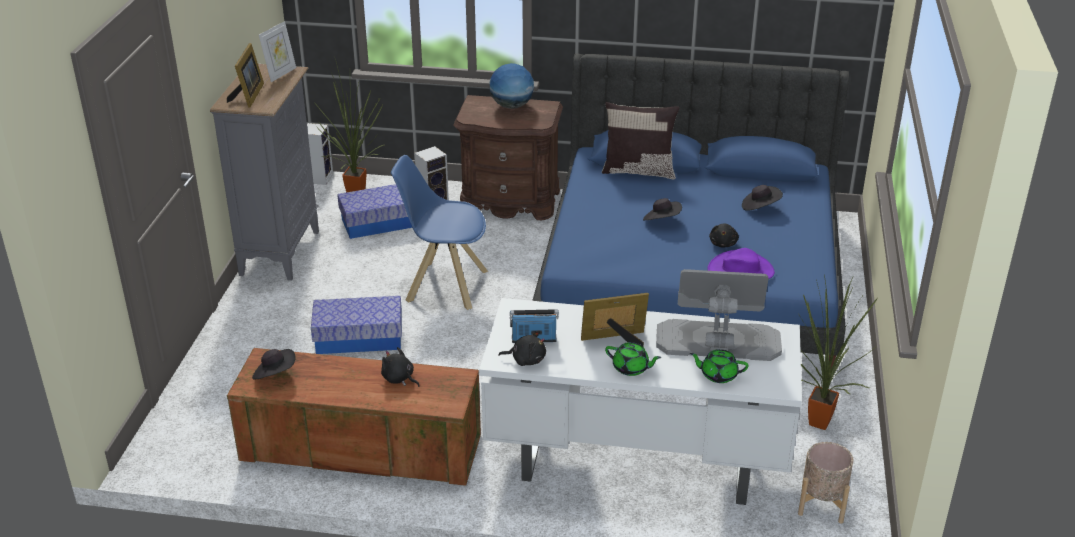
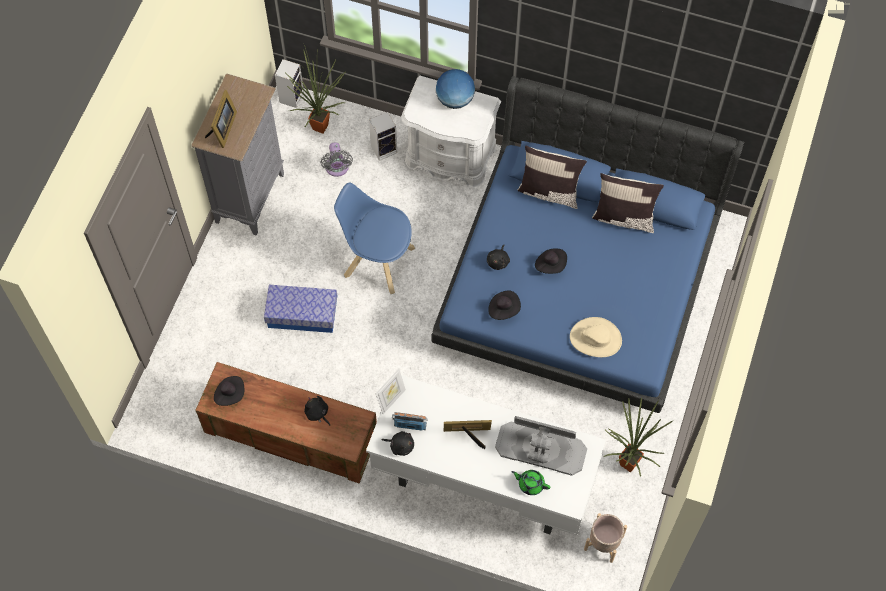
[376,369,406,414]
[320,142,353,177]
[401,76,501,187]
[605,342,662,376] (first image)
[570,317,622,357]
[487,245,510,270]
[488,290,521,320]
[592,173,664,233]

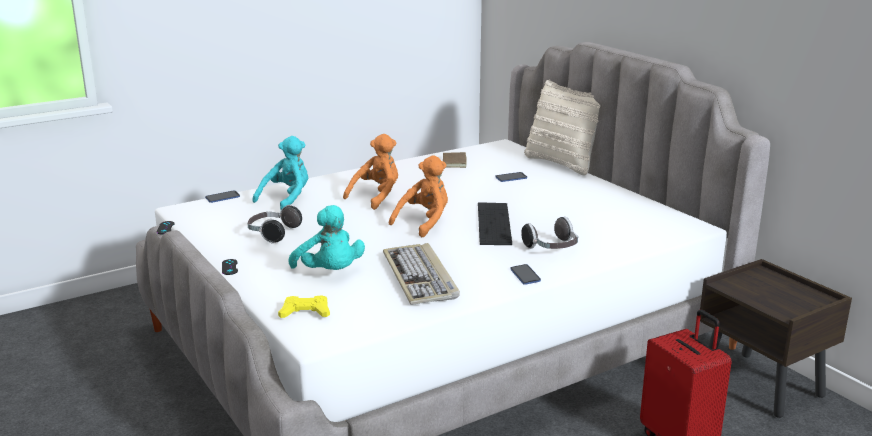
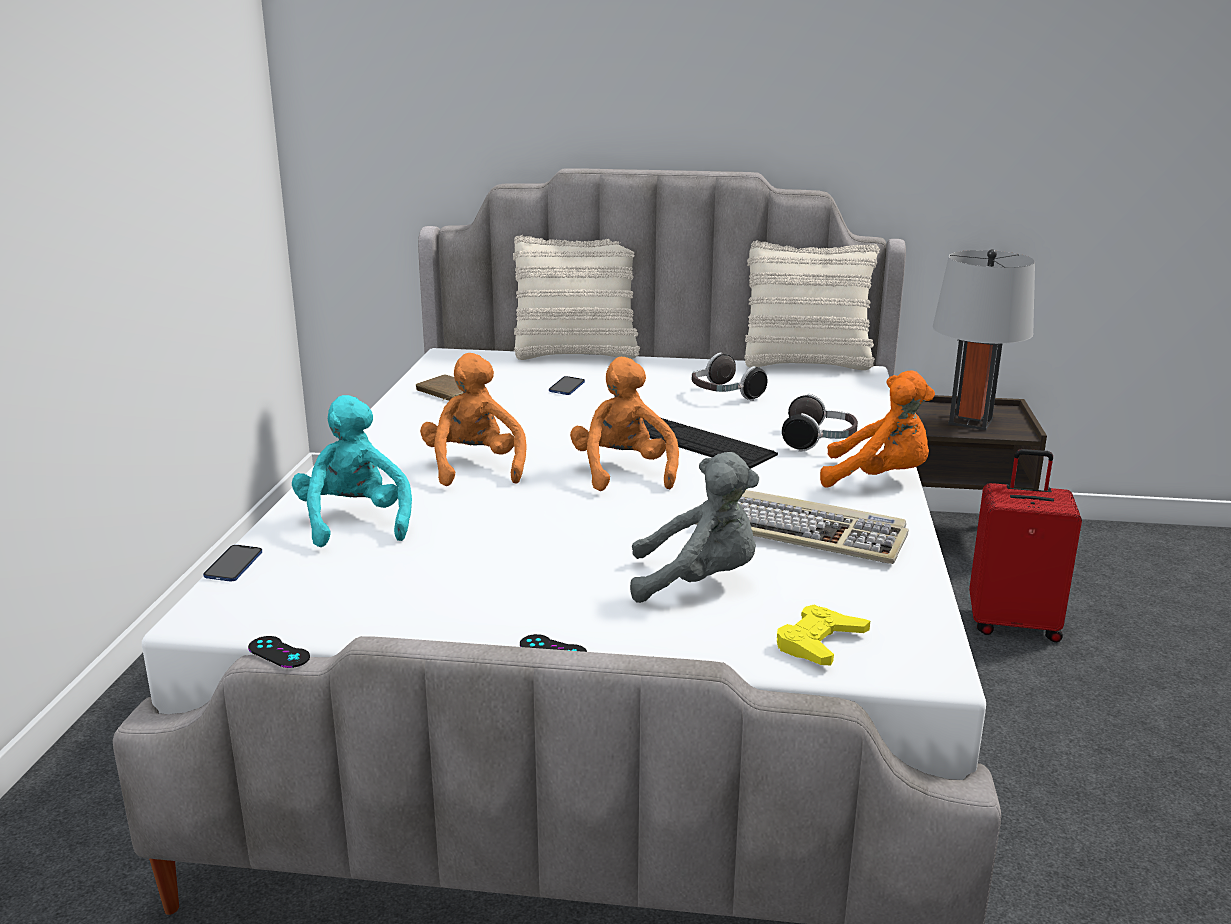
[692,352,768,401]
[630,452,759,603]
[820,371,935,488]
[744,240,880,370]
[932,249,1035,430]

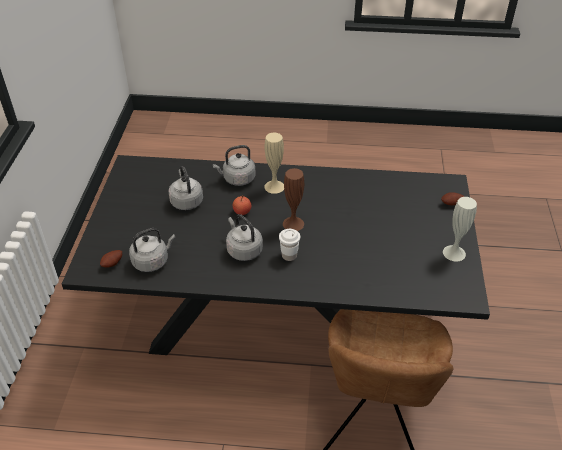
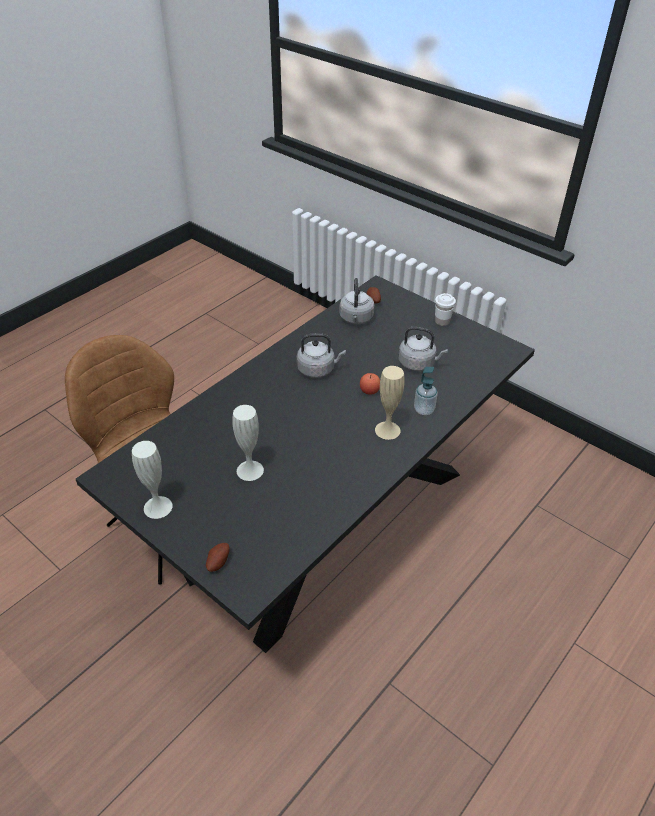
[414,367,437,415]
[435,293,456,326]
[283,168,304,231] (first image)
[232,405,264,481]

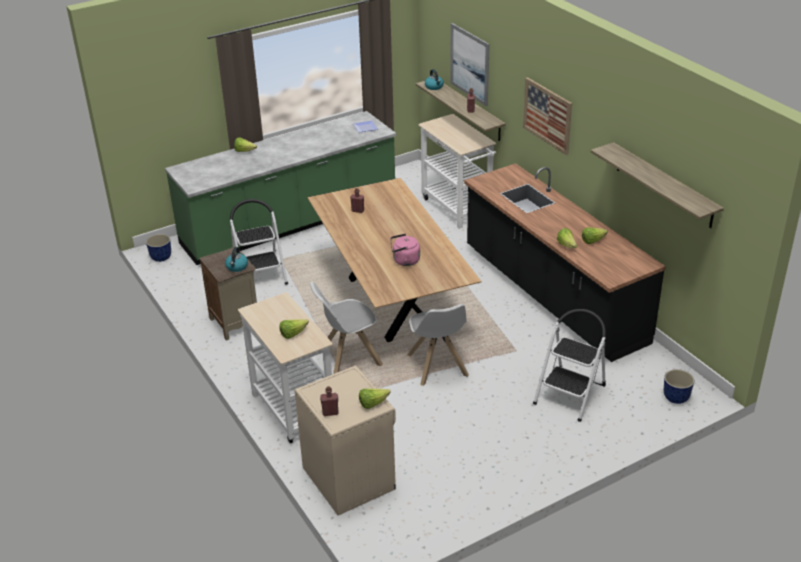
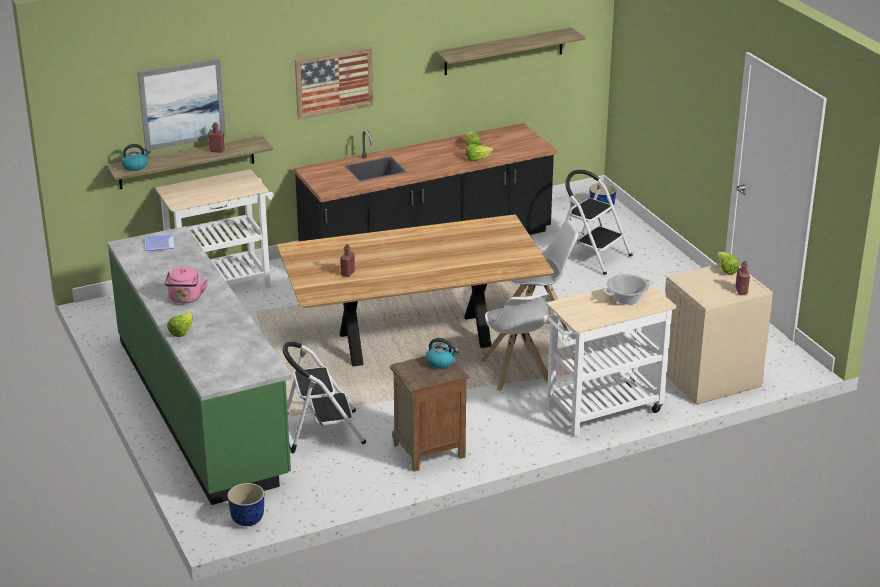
[603,274,652,305]
[165,267,208,304]

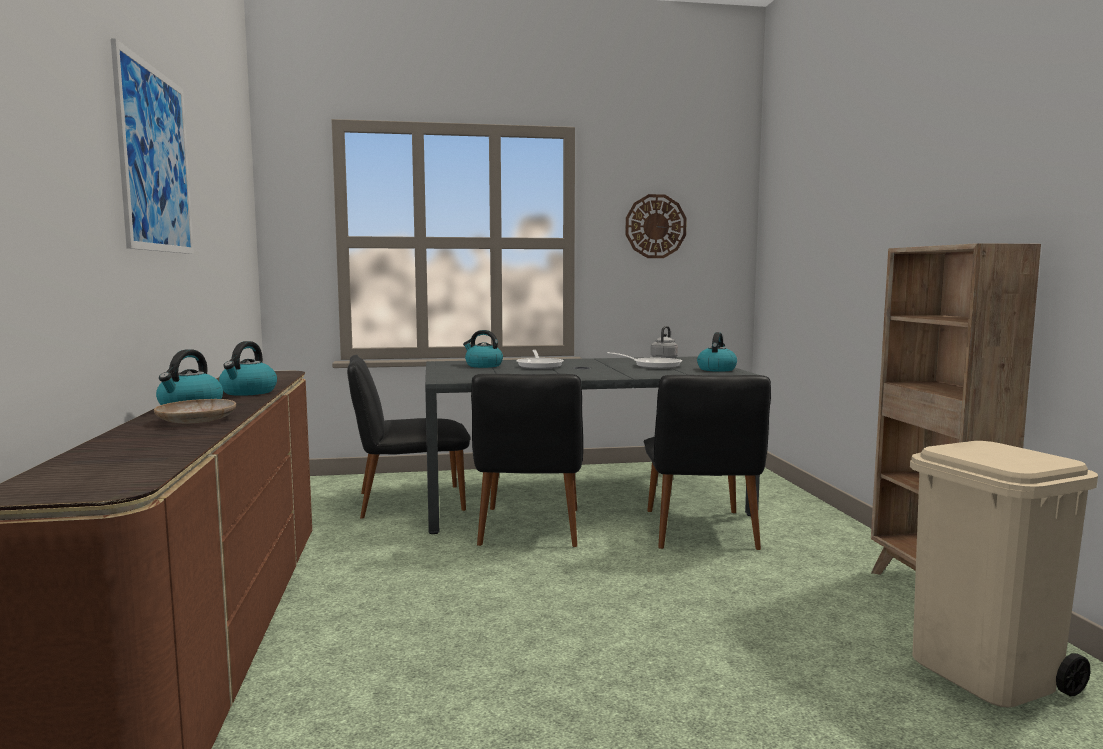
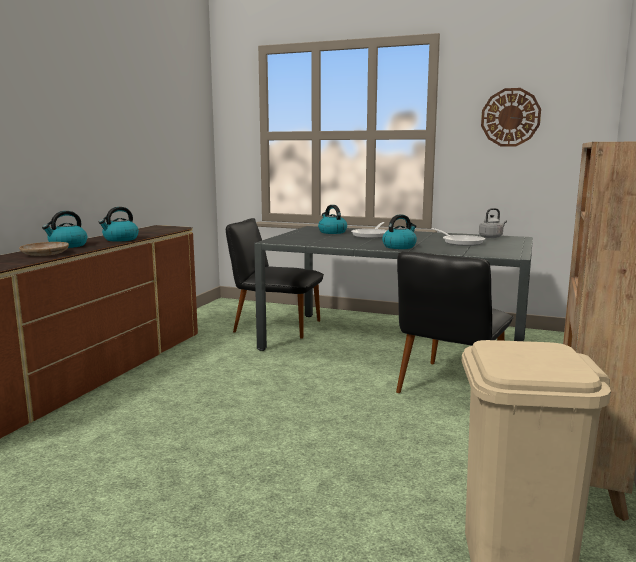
[111,38,194,254] (first image)
[471,374,583,547] (first image)
[382,214,417,249]

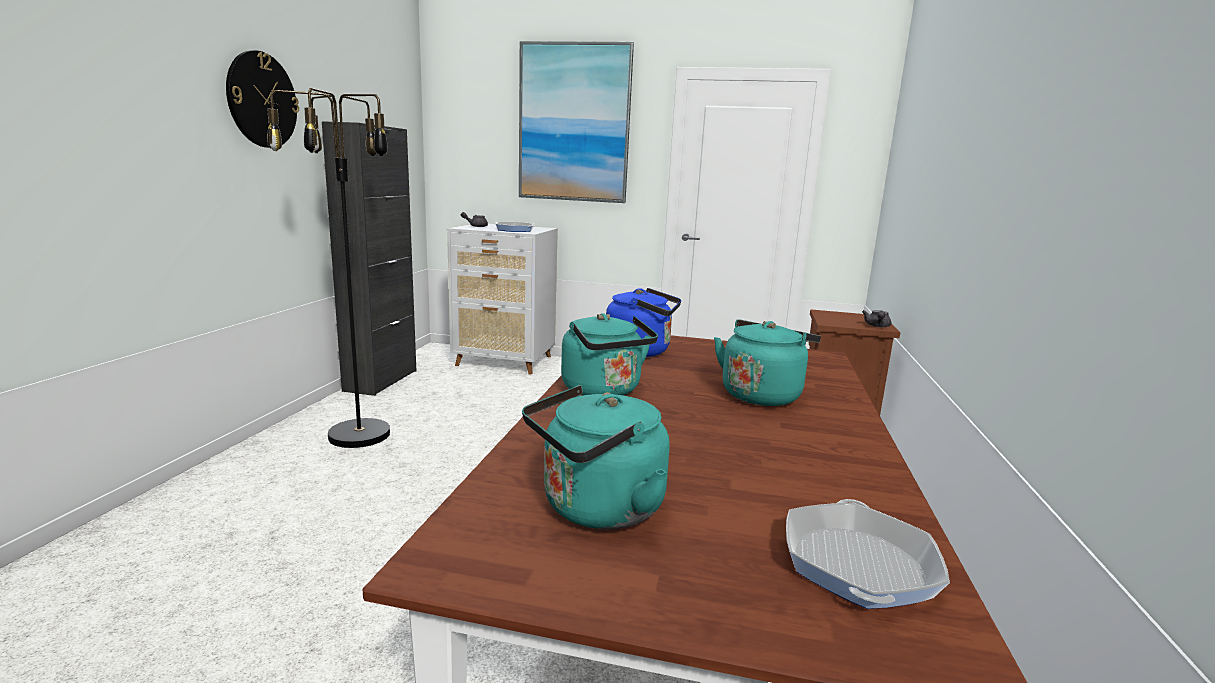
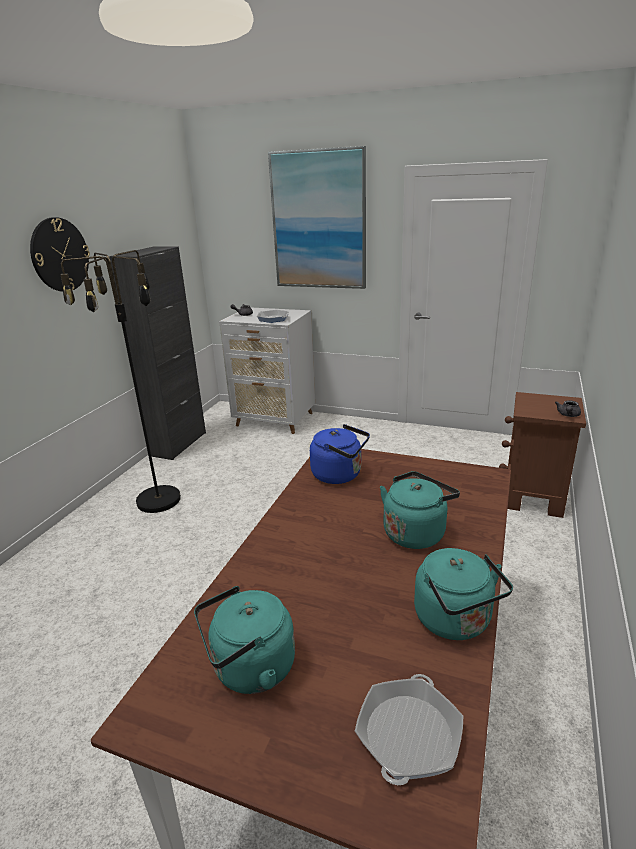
[414,548,513,640]

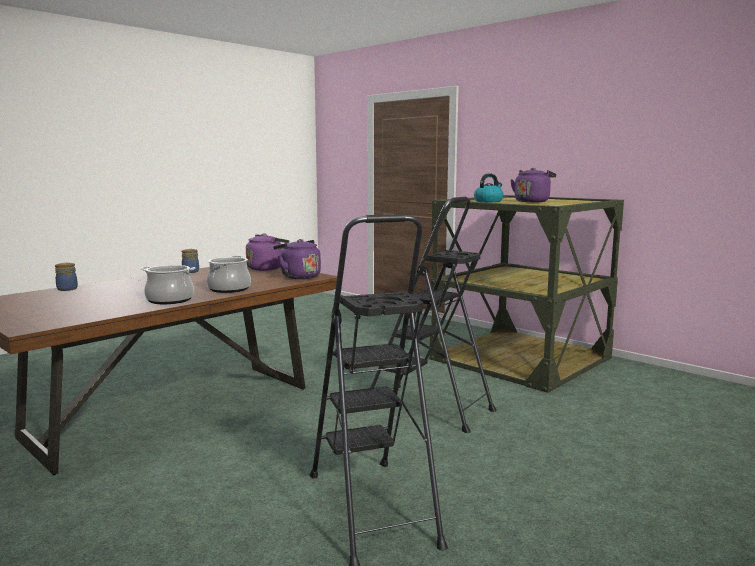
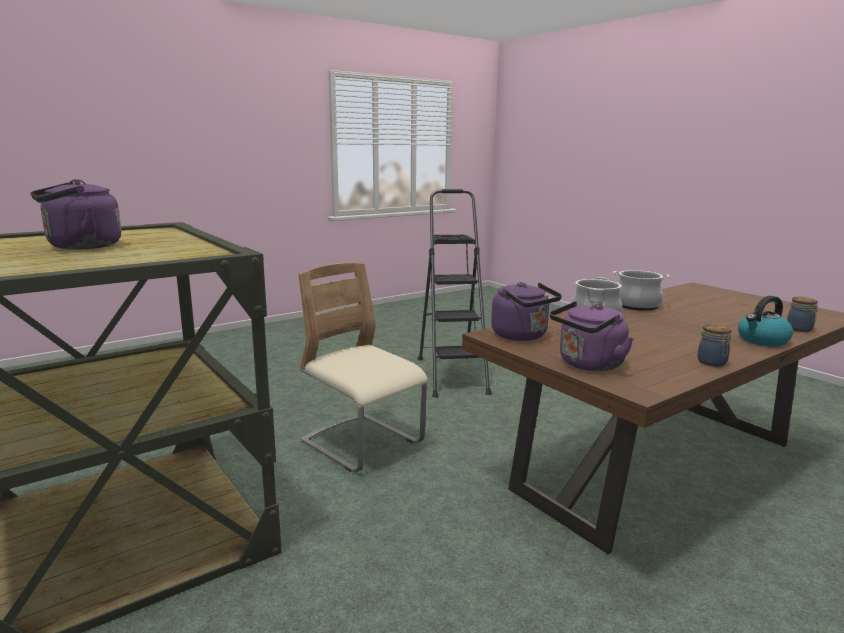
[299,263,428,472]
[738,296,793,347]

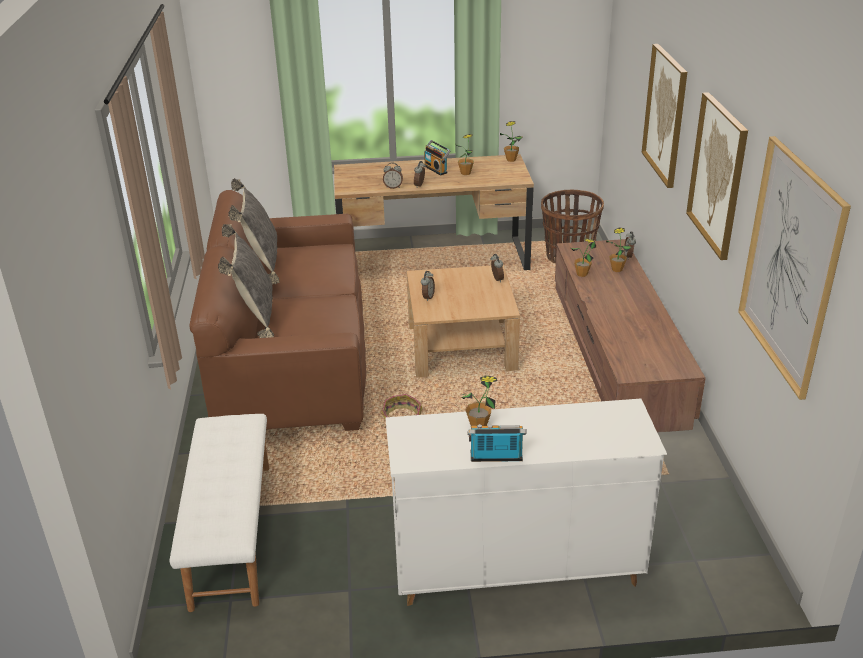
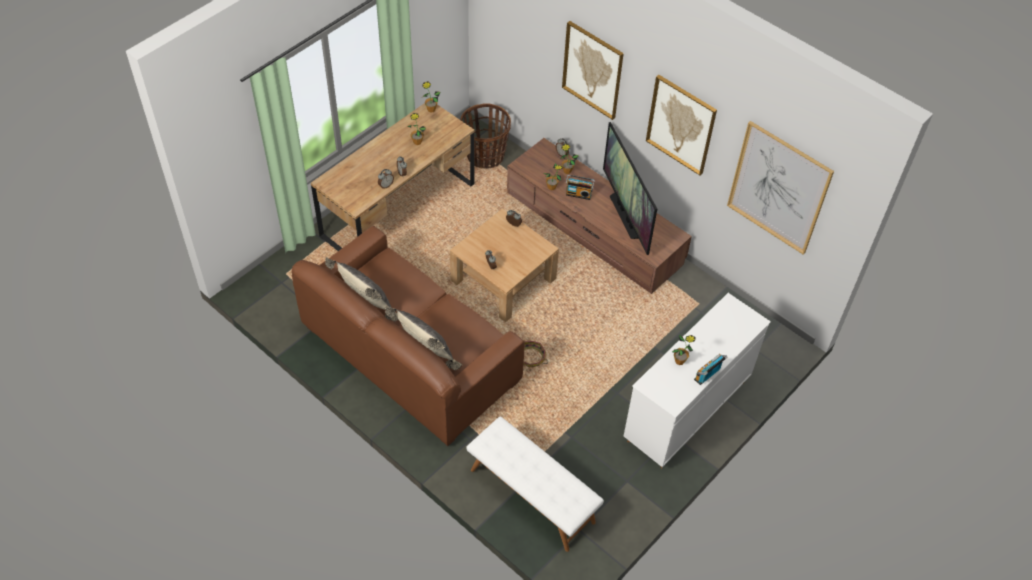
[566,175,595,200]
[603,122,657,255]

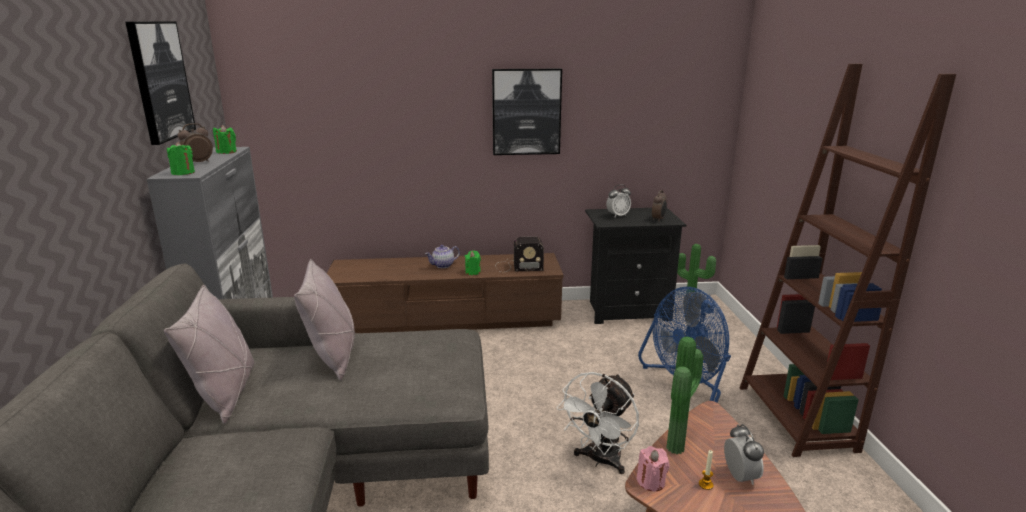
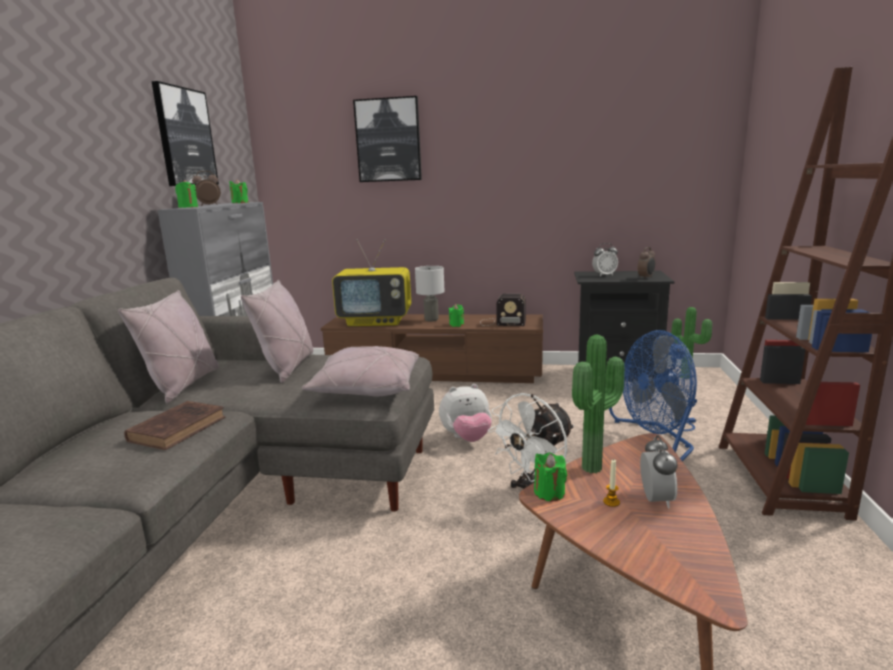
[415,266,445,322]
[353,96,422,182]
[534,453,567,501]
[124,401,225,450]
[302,346,419,396]
[332,239,411,326]
[439,384,492,442]

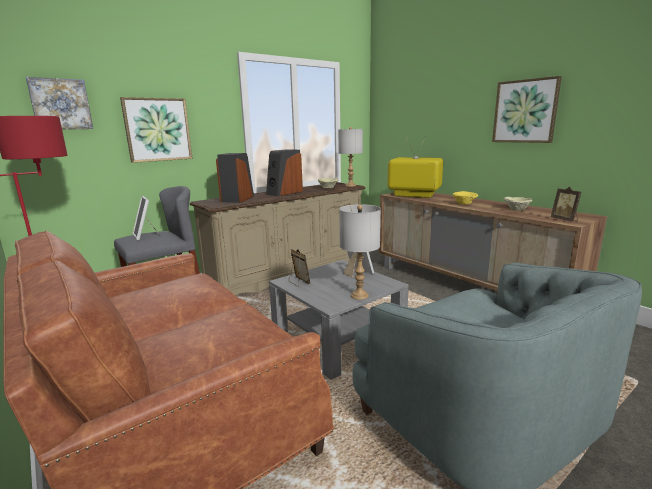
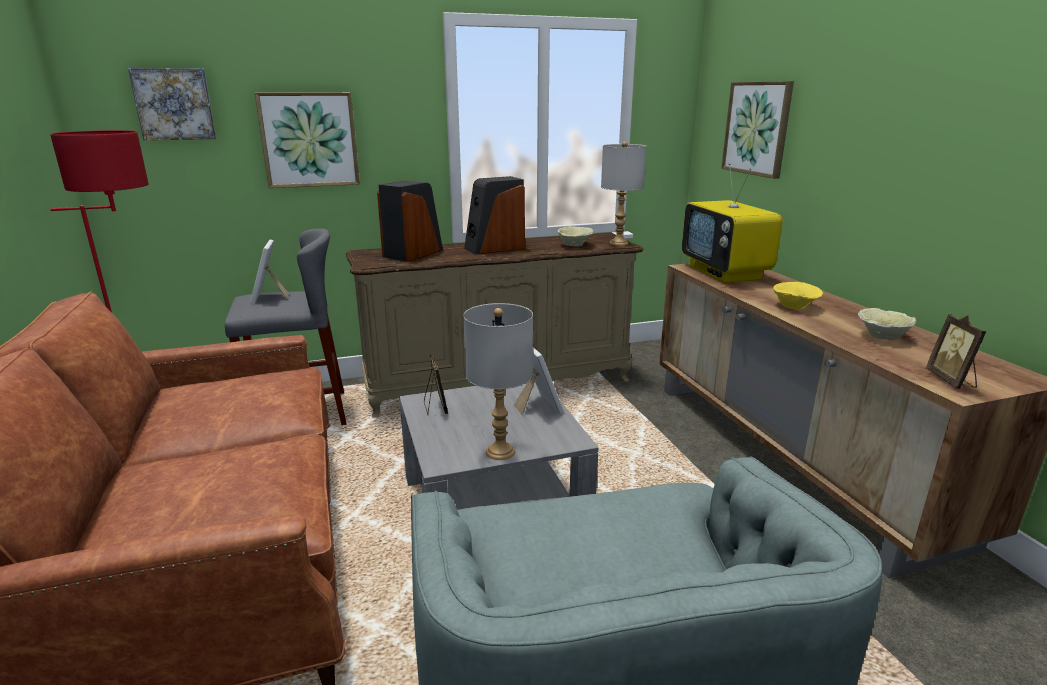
[682,163,783,283]
[721,81,794,179]

